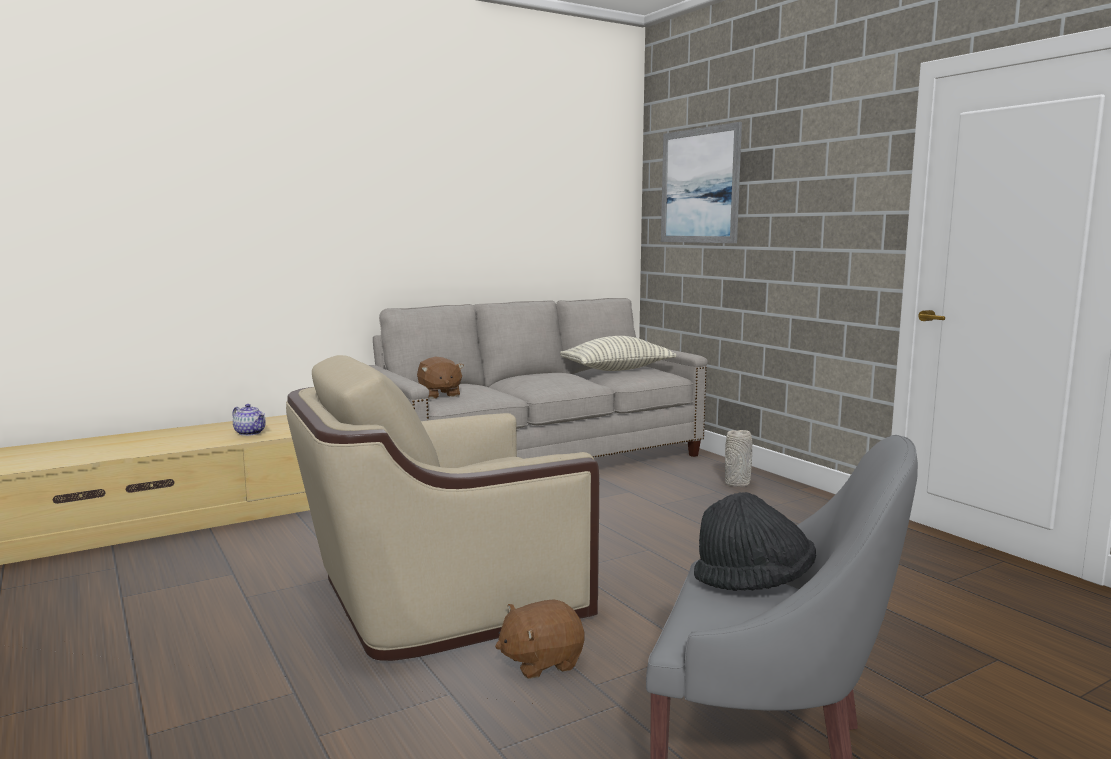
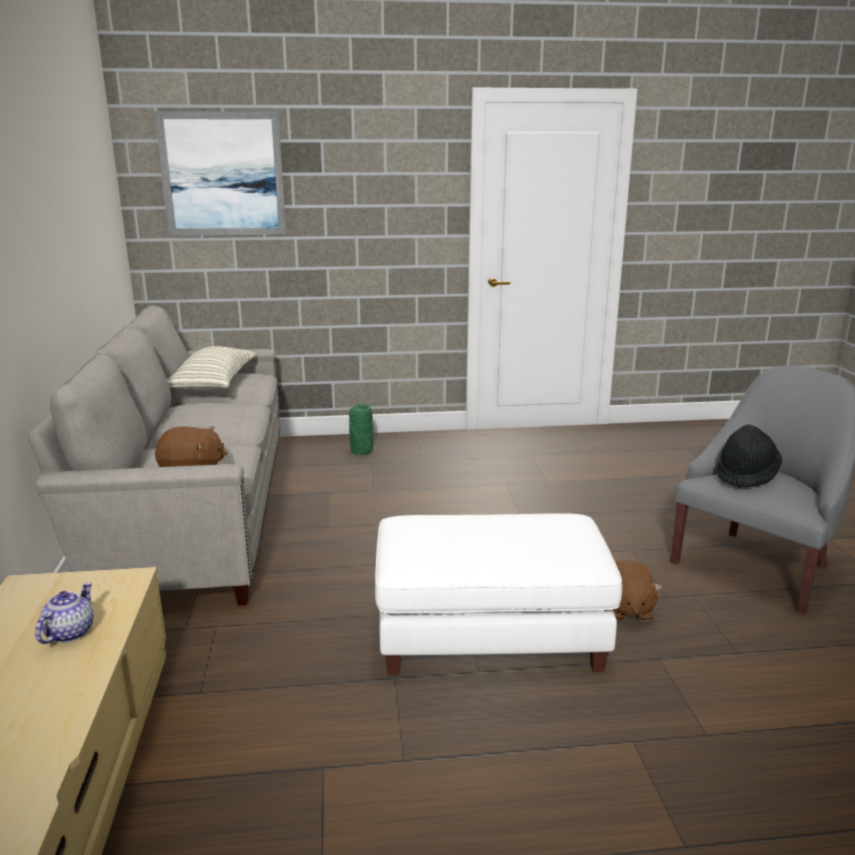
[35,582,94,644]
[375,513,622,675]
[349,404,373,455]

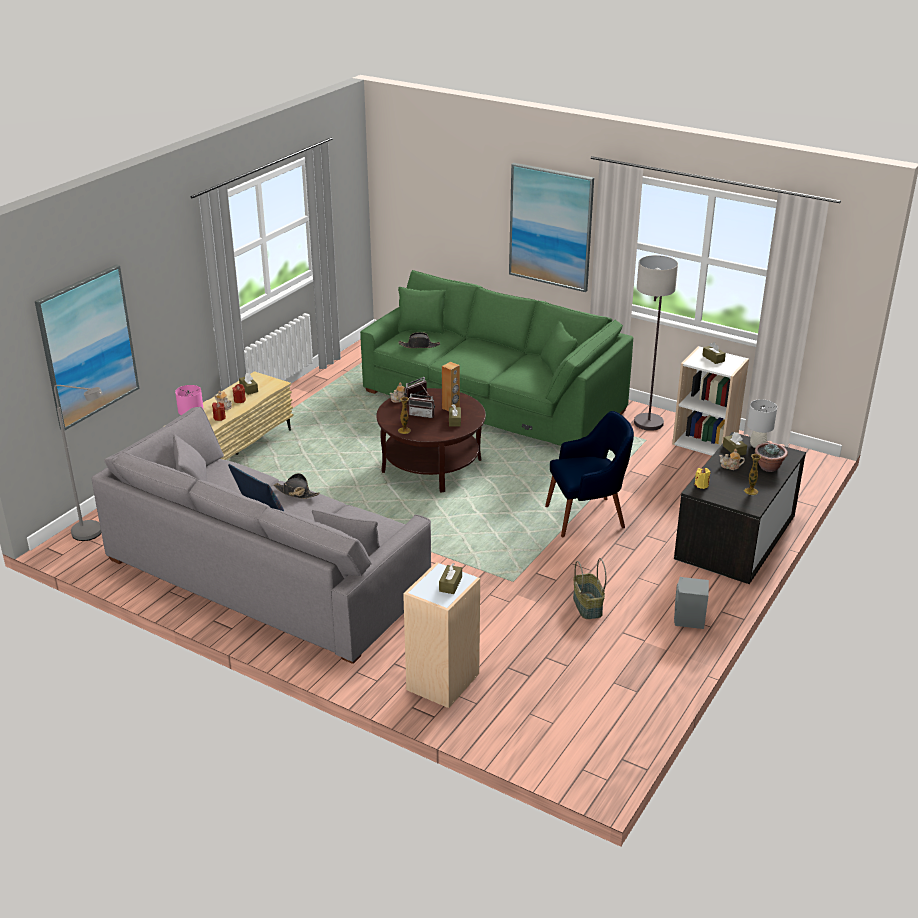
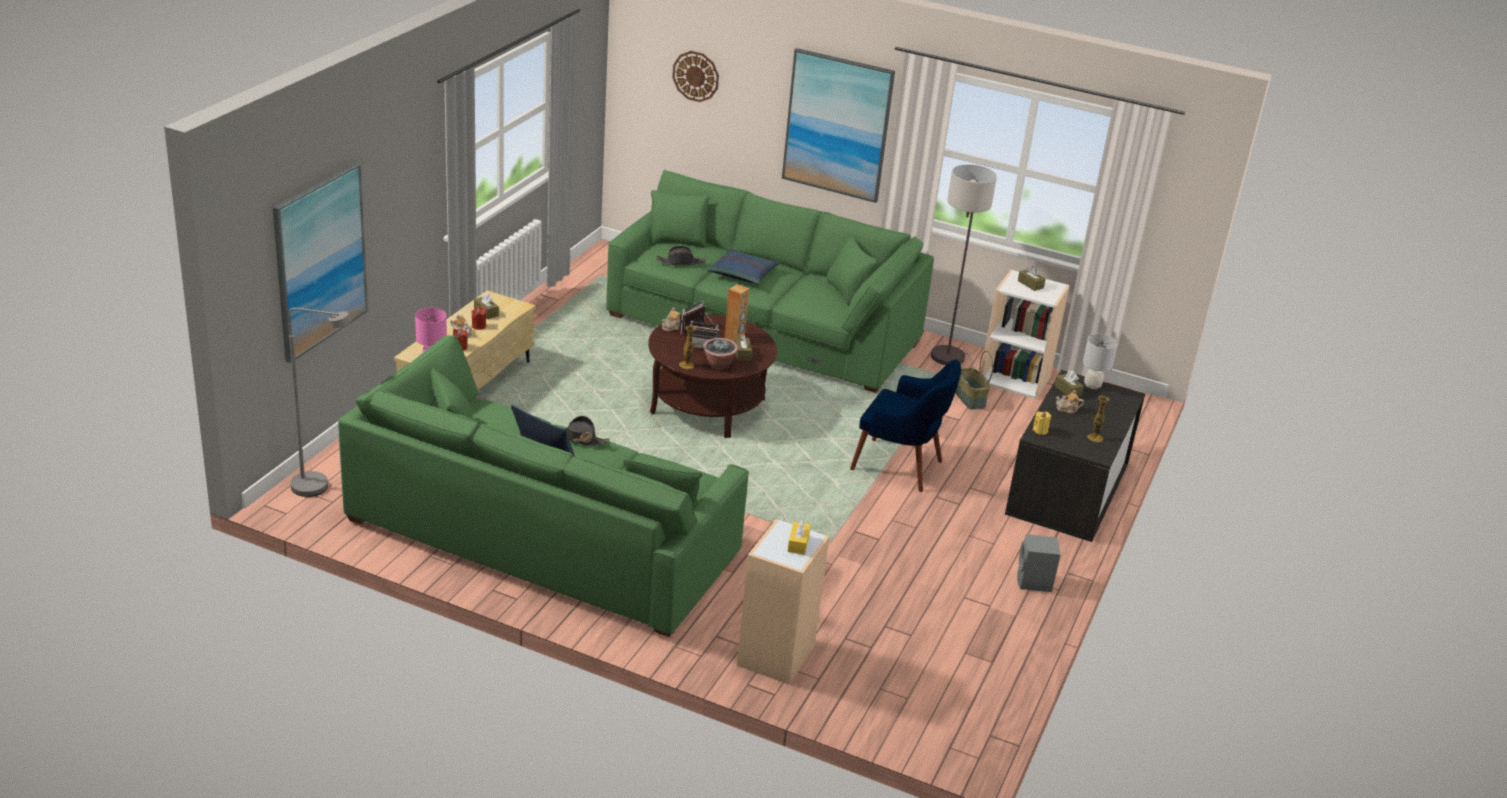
[338,335,749,637]
[788,520,811,555]
[850,359,961,492]
[955,351,994,409]
[703,338,738,370]
[672,51,719,102]
[707,248,780,285]

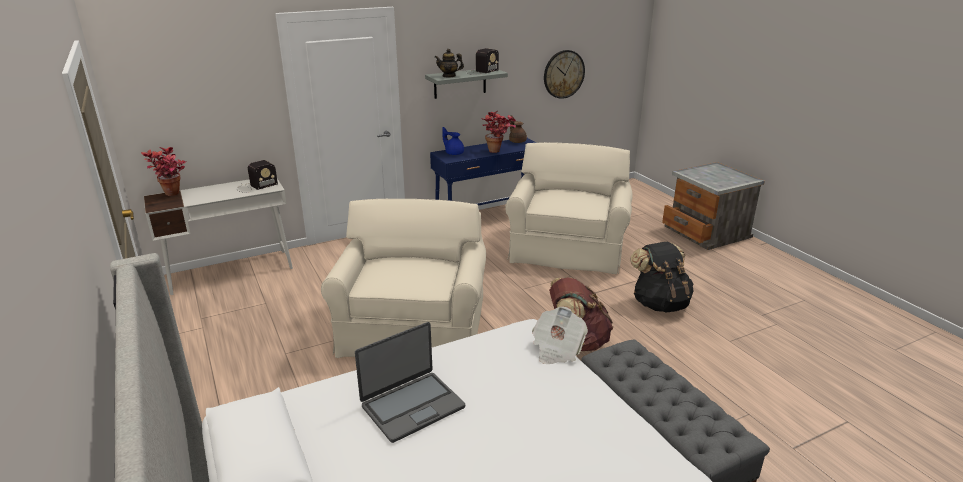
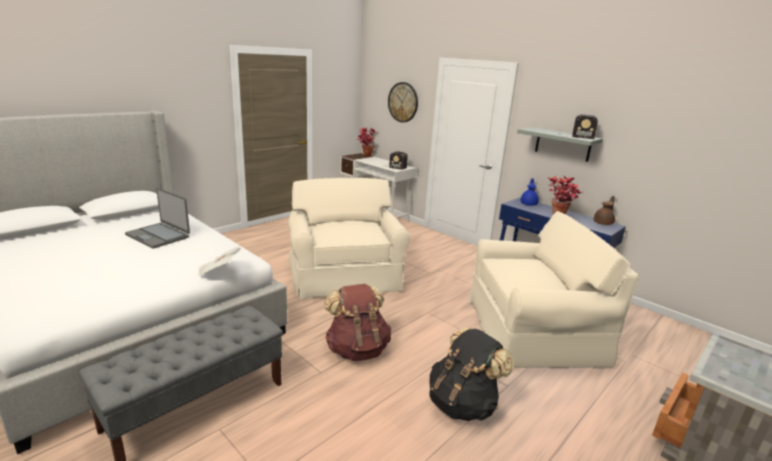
[288,178,410,300]
[435,49,464,78] (first image)
[388,82,418,122]

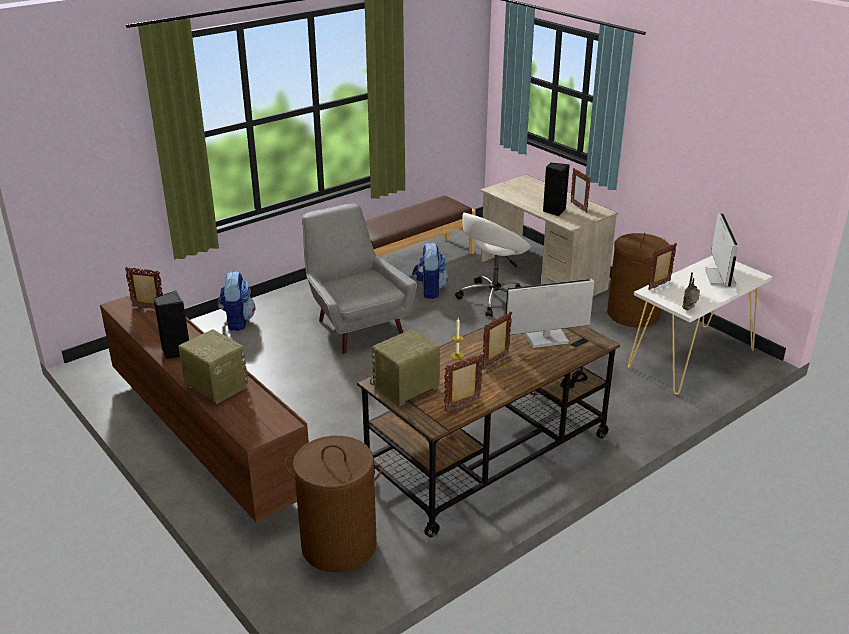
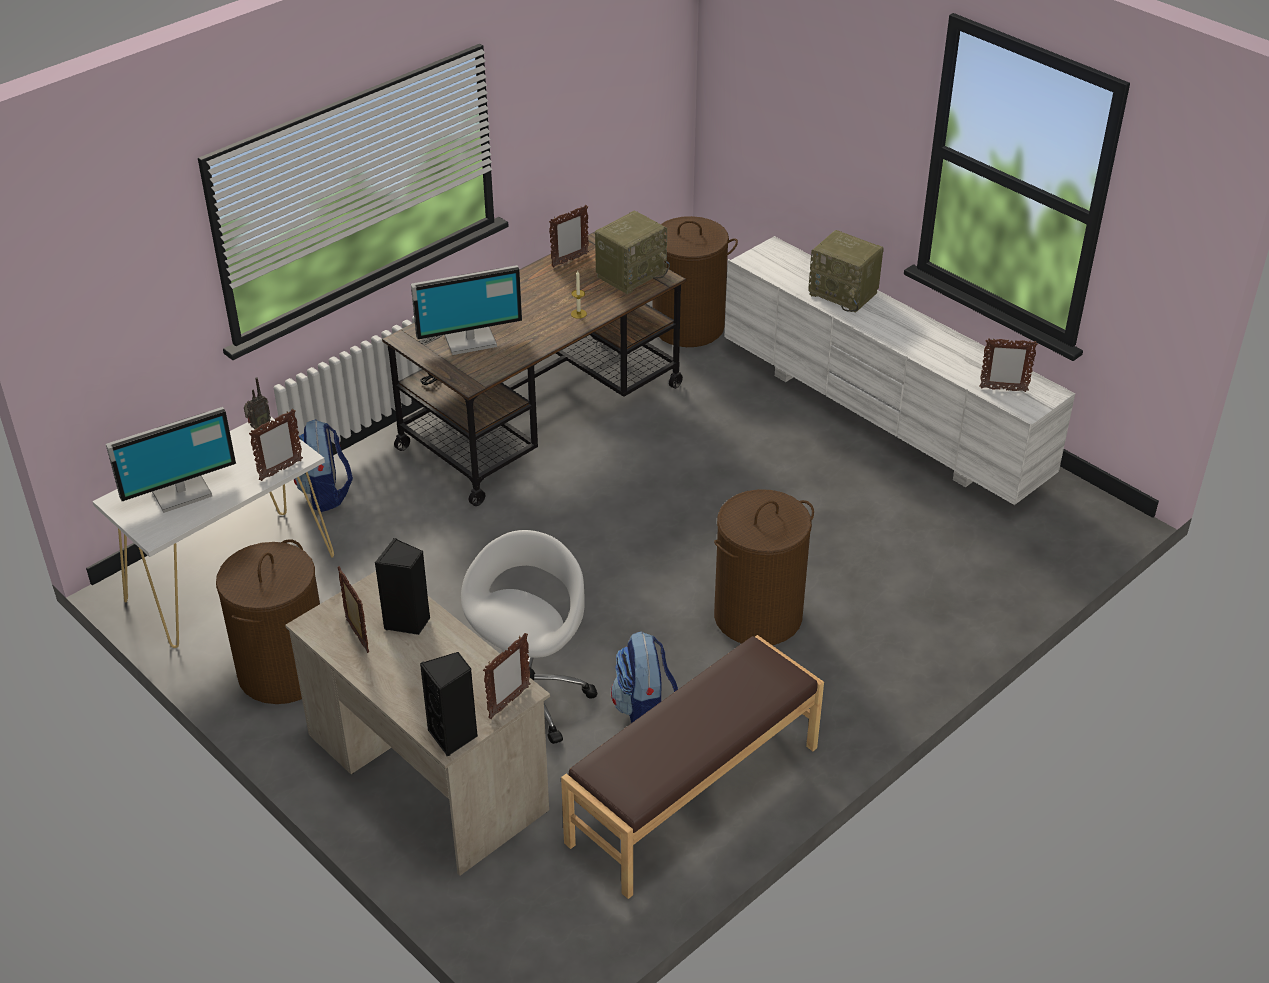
[724,236,1075,505]
[420,652,478,757]
[294,419,353,512]
[714,489,814,645]
[483,633,531,719]
[106,407,236,513]

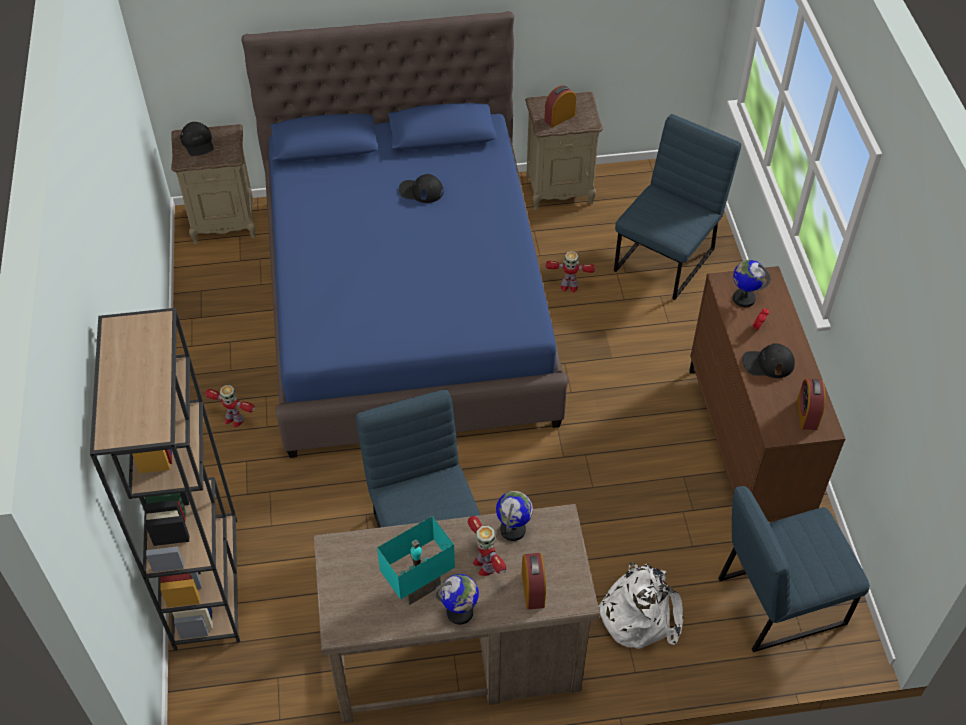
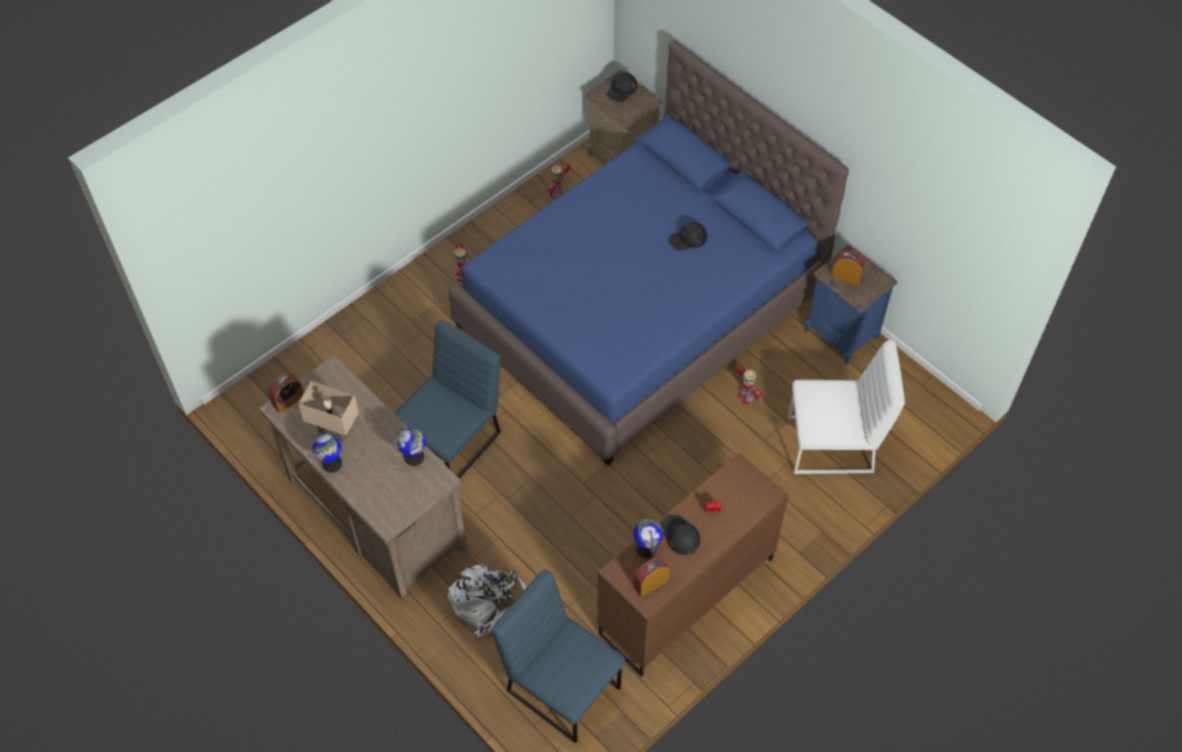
[90,308,240,651] (first image)
[298,380,359,443]
[668,222,707,251]
[546,164,570,200]
[268,373,304,413]
[804,244,898,365]
[788,340,905,474]
[633,519,663,558]

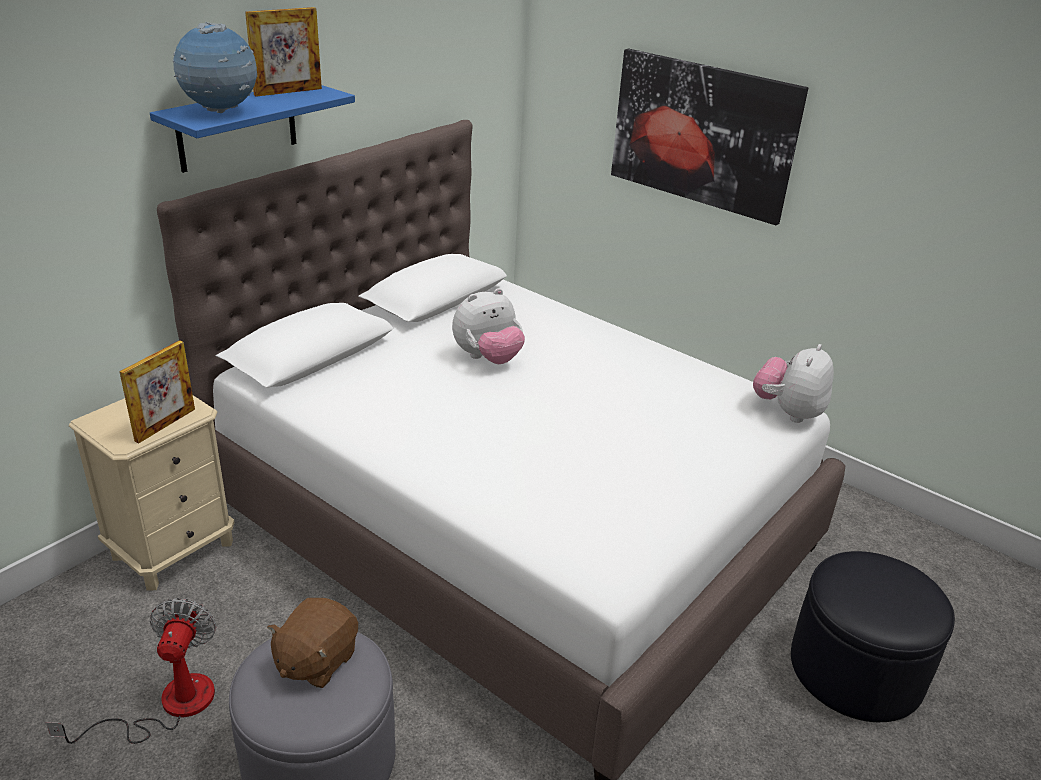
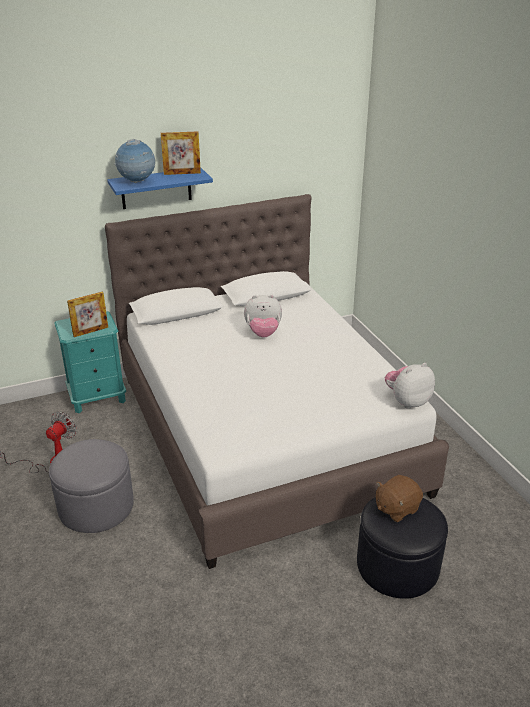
[54,311,126,413]
[376,475,423,522]
[611,49,809,225] (first image)

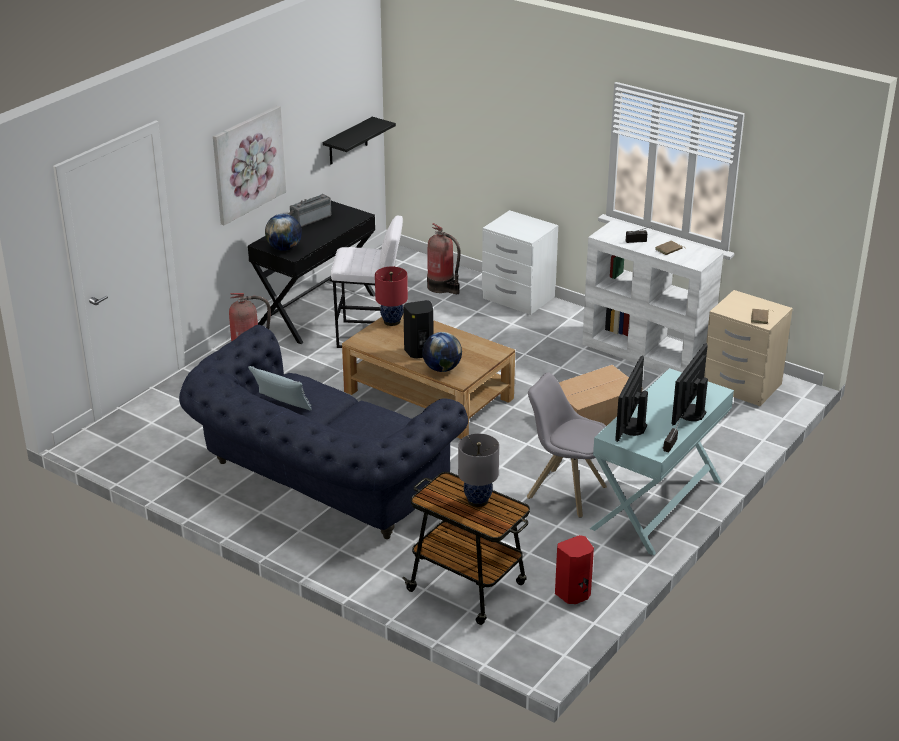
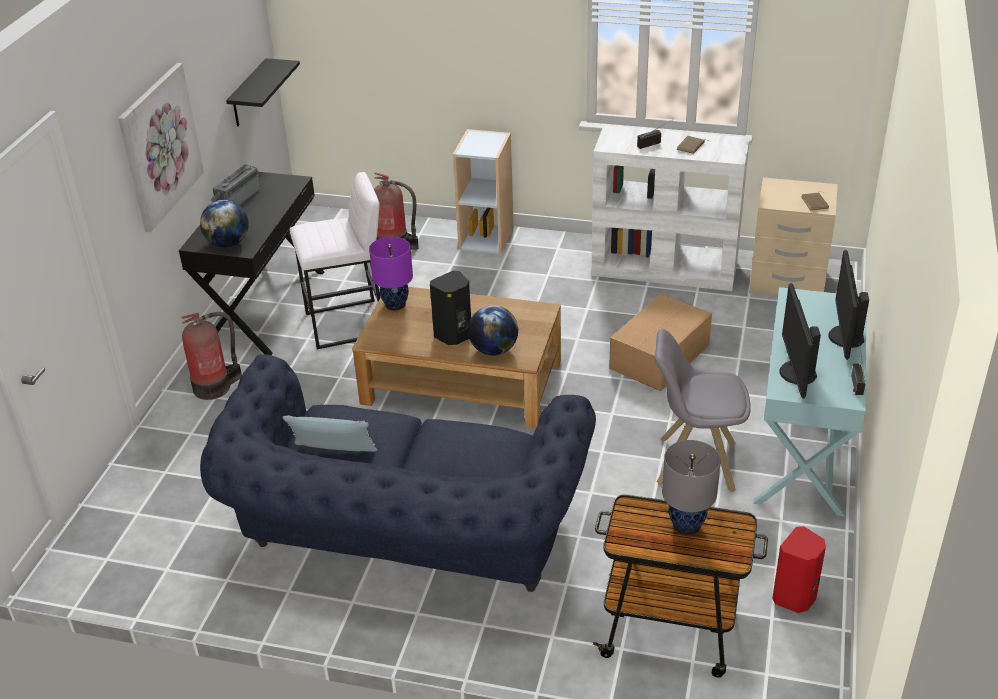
[369,237,413,310]
[453,129,514,254]

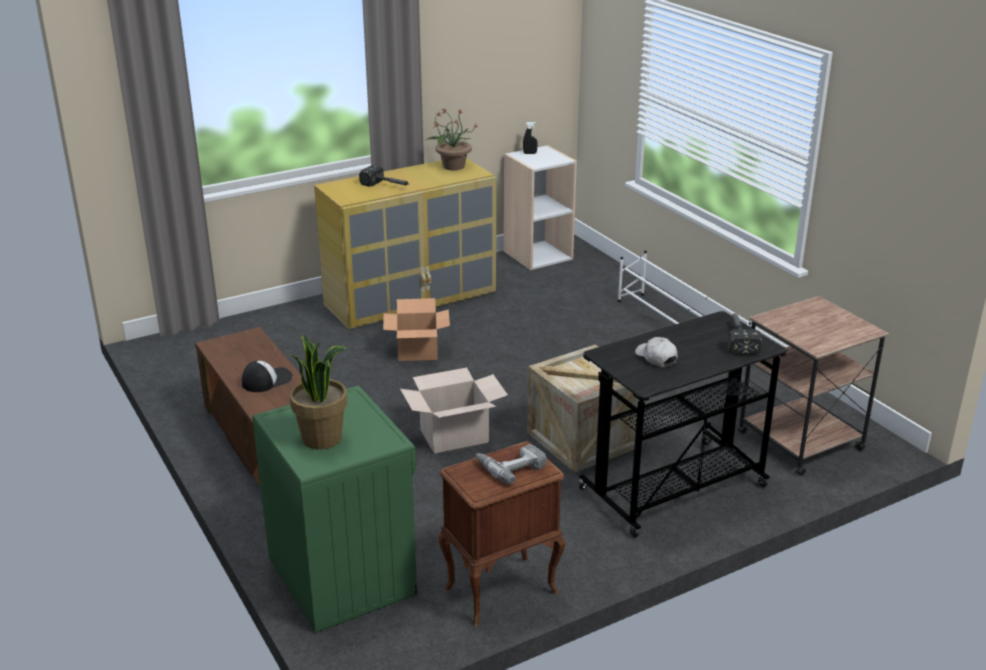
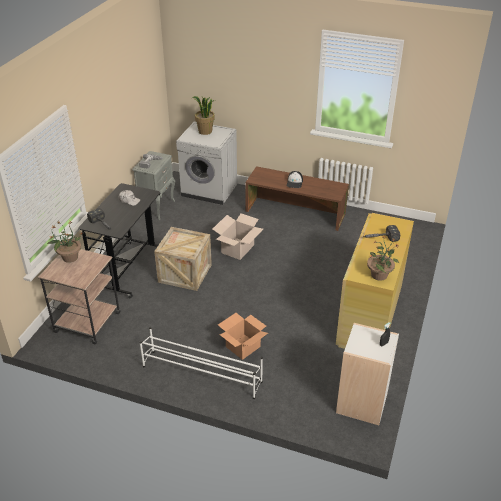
[176,122,237,205]
[218,313,268,360]
[132,151,175,220]
[47,220,83,263]

